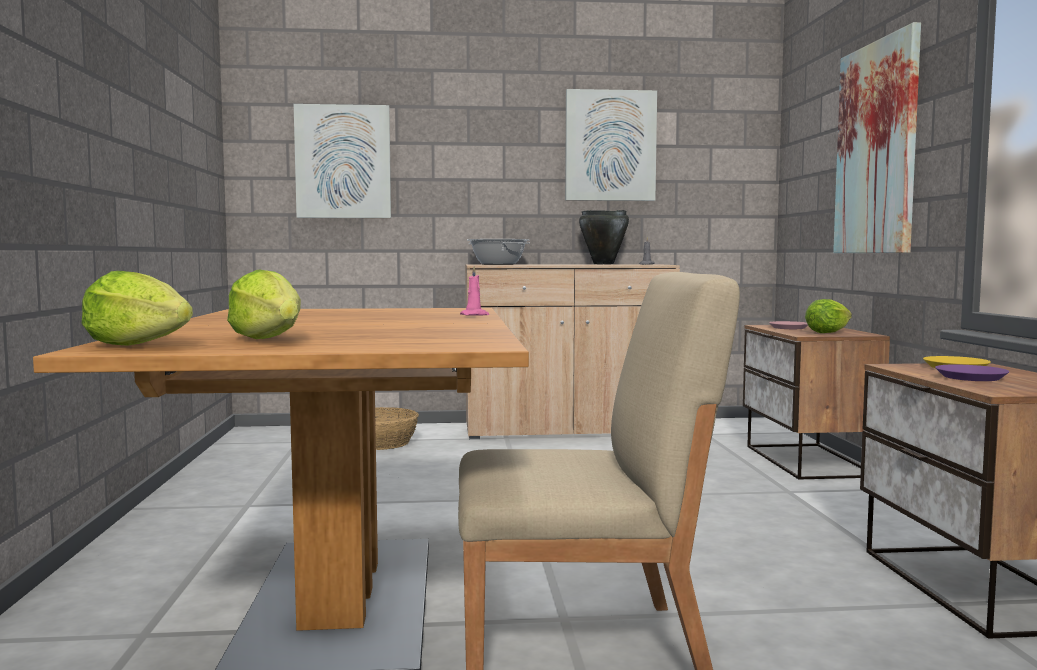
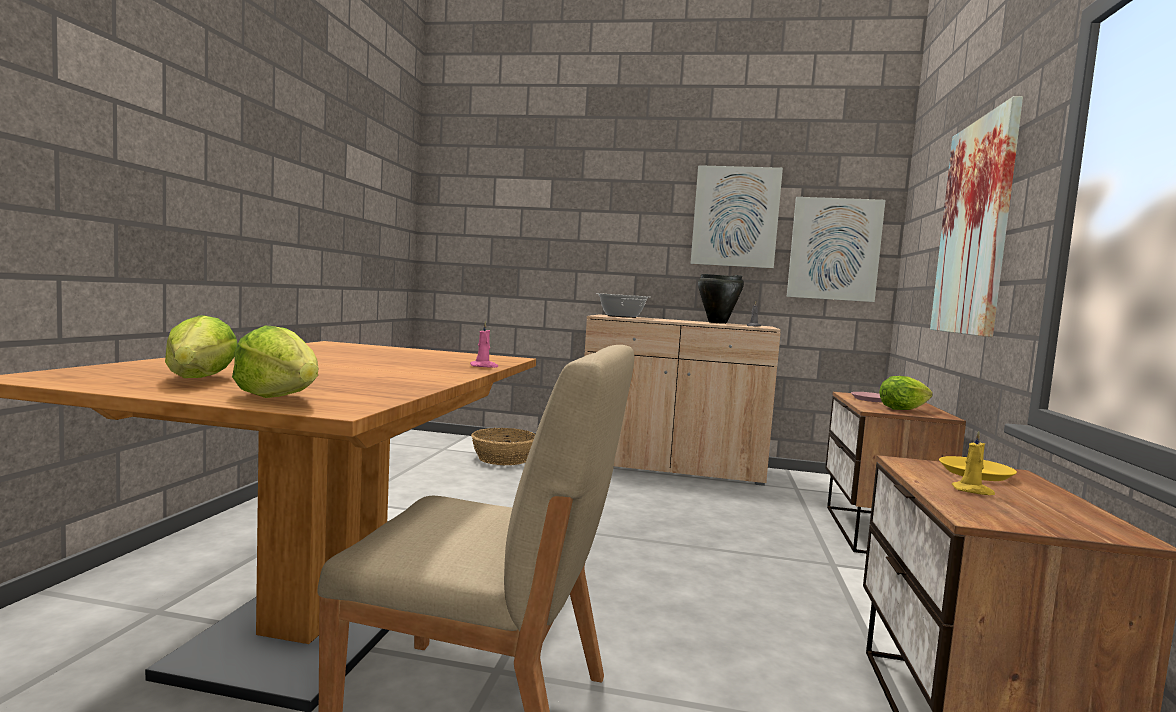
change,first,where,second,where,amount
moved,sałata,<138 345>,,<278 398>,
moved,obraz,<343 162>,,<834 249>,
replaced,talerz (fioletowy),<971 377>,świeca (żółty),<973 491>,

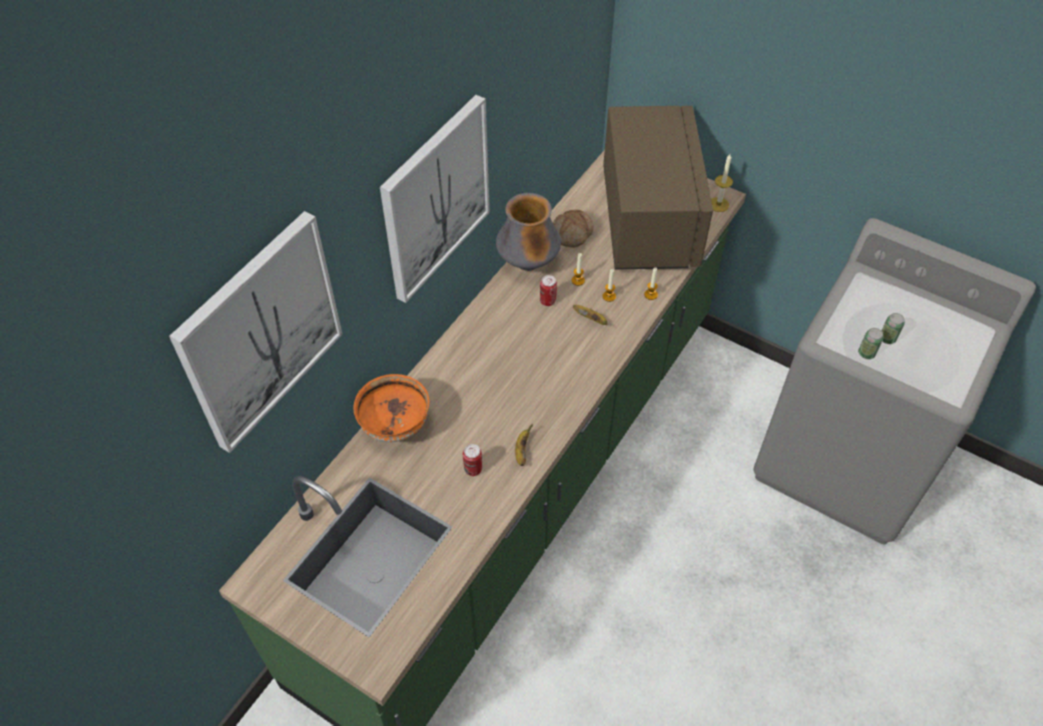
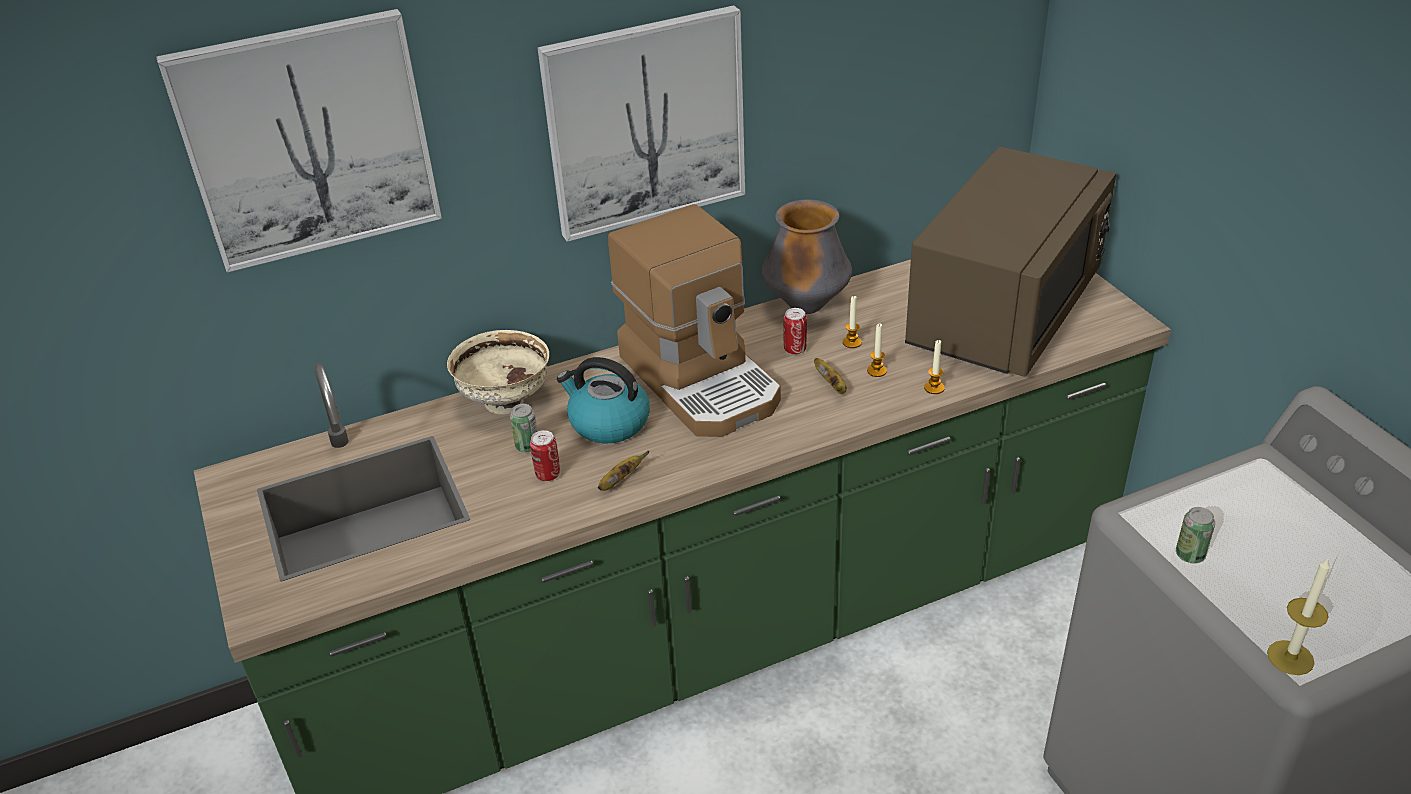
change,first,where,second,where,amount
recoloured,miska (pomarańczowy),<395 427>,miska (beżowy),<505 401>,
removed,chleb,<572 234>,,,
moved,świeca,<718 204>,,<1290 657>,
moved,puszka,<887 338>,,<527 446>,
added,,,czajnik,<608 423>,
added,,,ekspres do kawy,<702 379>,

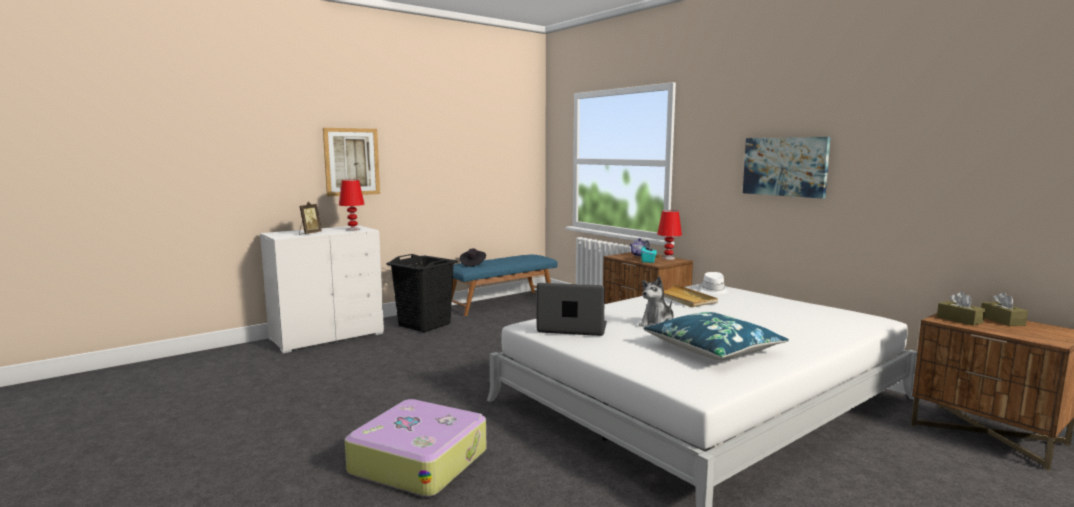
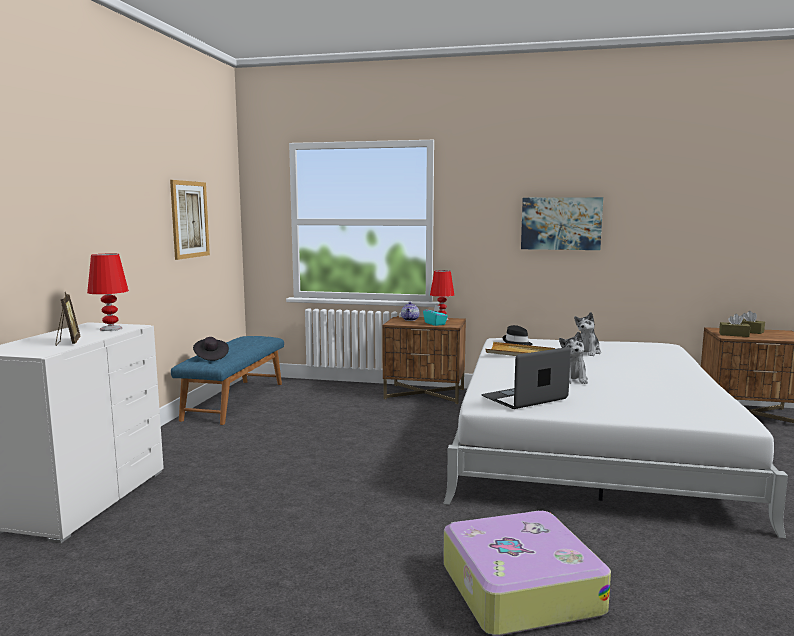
change,first,where,second,where,amount
moved,obraz,<352 161>,,<189 219>,
removed,kosz na pranie (czarny),<424 325>,,,
removed,poduszka (niebieski),<713 349>,,,
recoloured,kapelusz (biały),<713 290>,kapelusz (czarny),<517 342>,
added,,,pluszak,<587 352>,

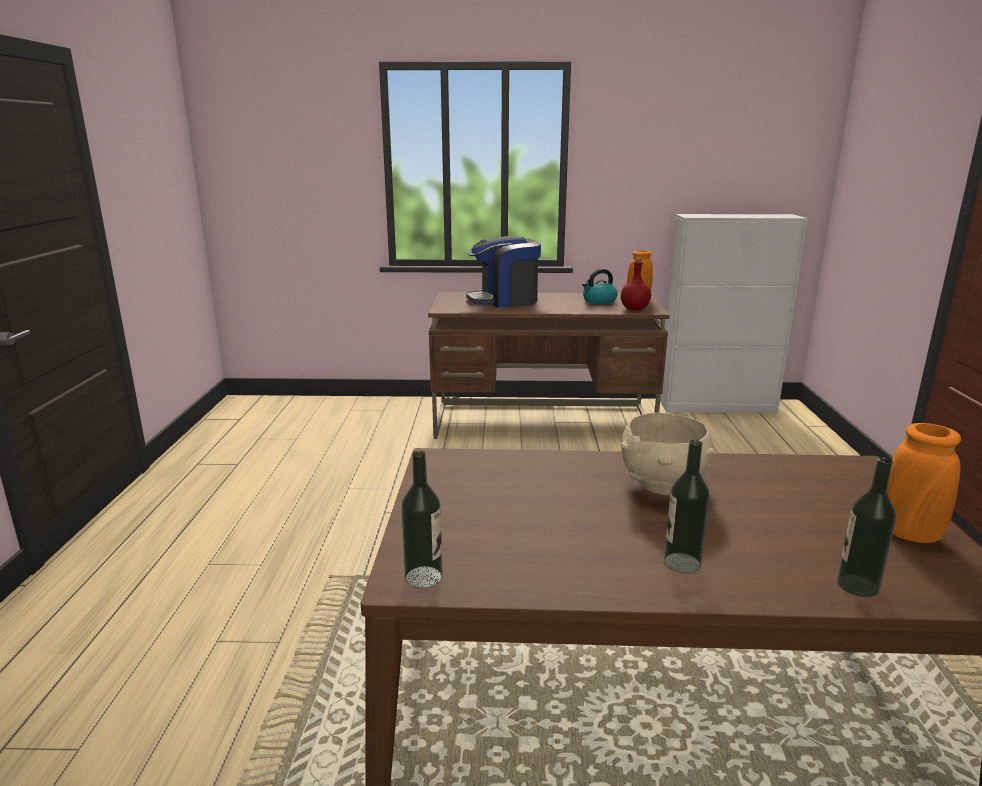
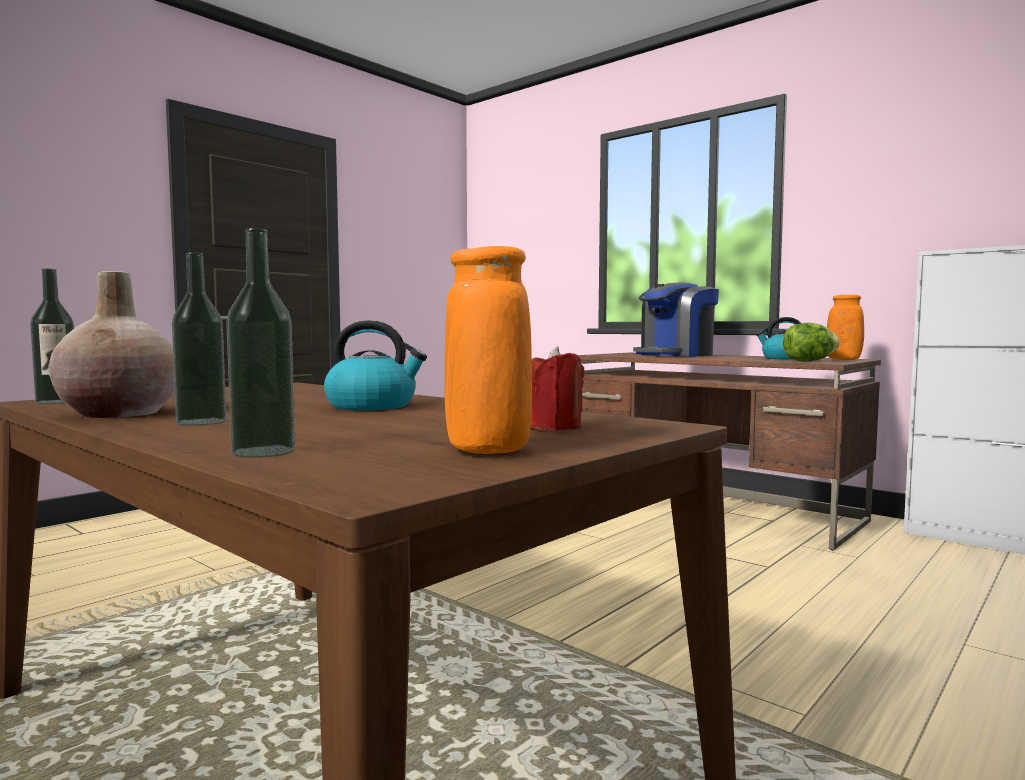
change,first,where,second,where,amount
turned,ekspres do kawy,<504 300>,,<675 355>,60 degrees counterclockwise
replaced,miska (beżowy),<662 488>,czajnik,<373 406>,
replaced,butelka (czerwony),<634 309>,sałata,<809 361>,
added,,,wazon (beżowy),<121 413>,
added,,,świeca (czerwony),<554 427>,

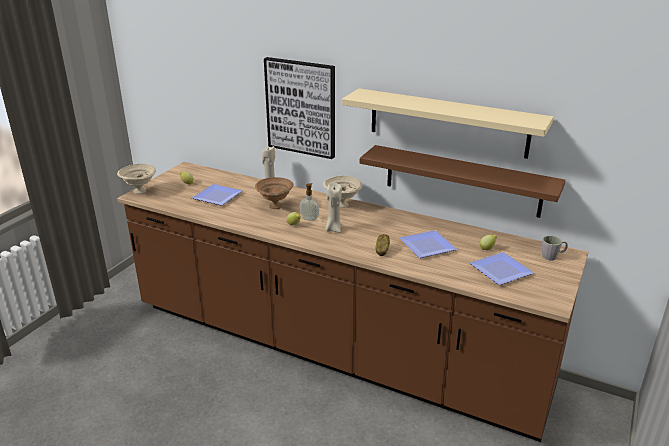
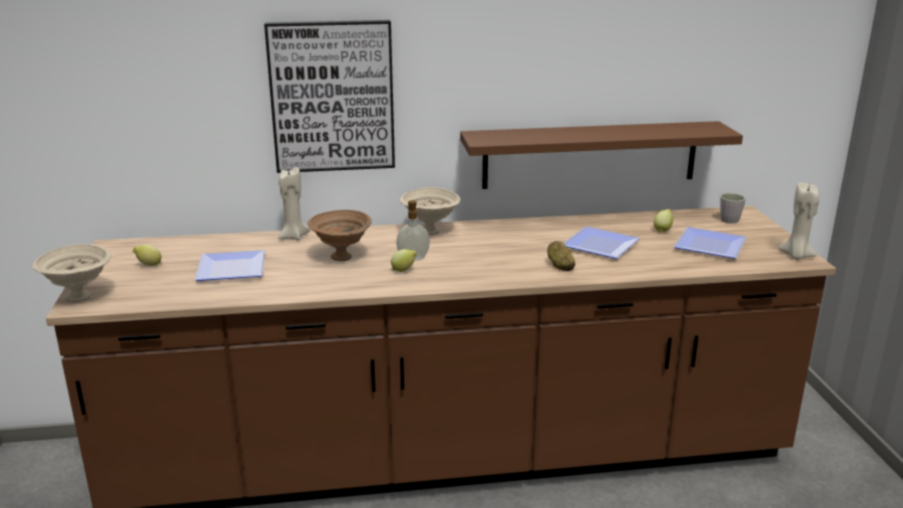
change,first,where,second,where,amount
moved,świeca (beżowy),<333 229>,,<796 256>,
removed,półka (beżowy),<448 123>,,,

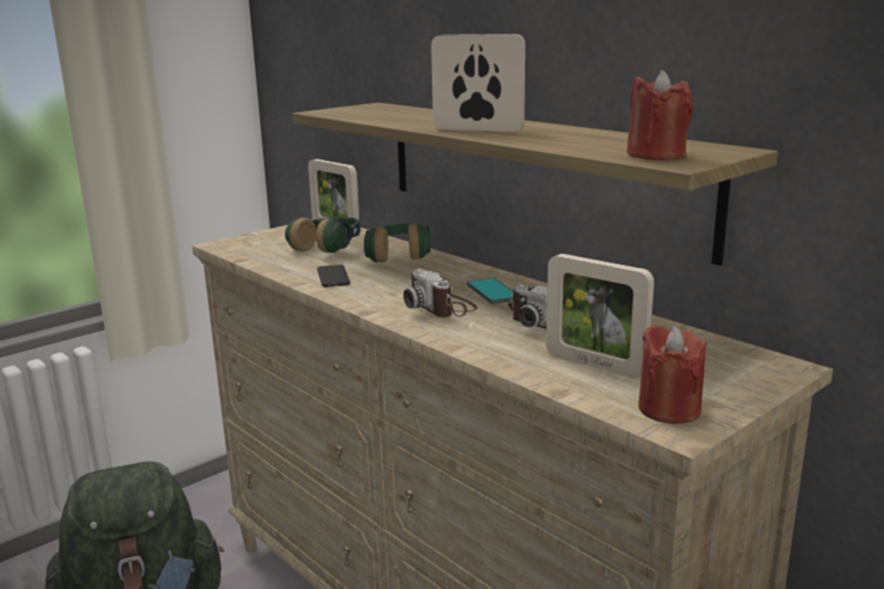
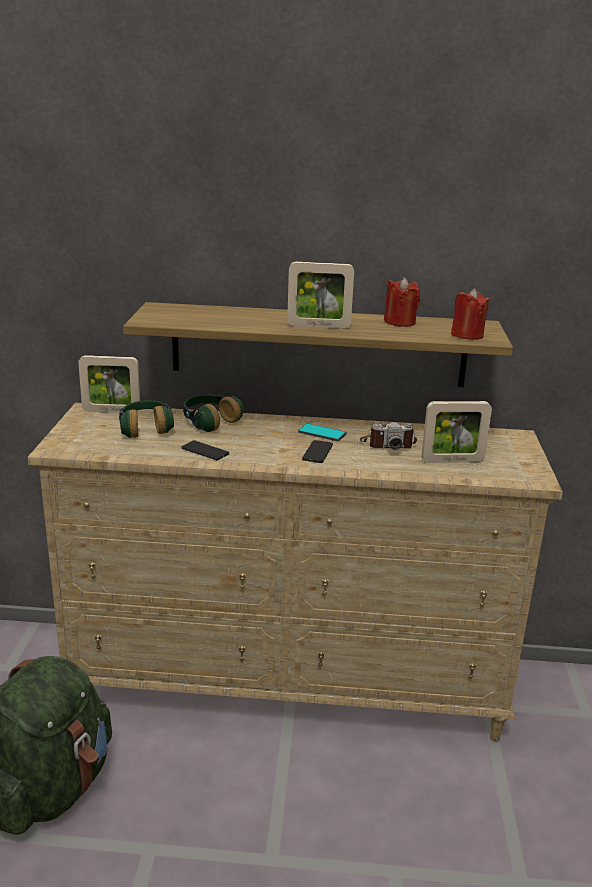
change,first,where,second,where,amount
replaced,aparat fotograficzny,<442 307>,telefon,<317 452>,
turned,ramka na zdjęcie,<478 130>,,<318 326>,150 degrees counterclockwise
moved,świeca (czerwony),<669 409>,,<400 322>,

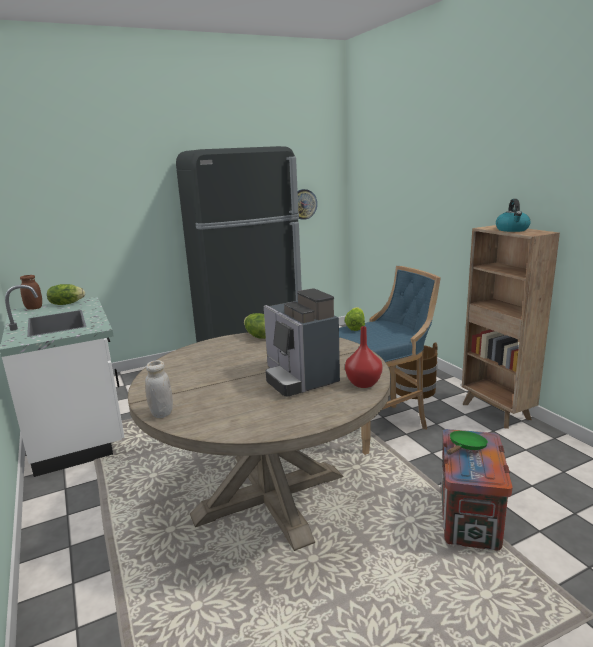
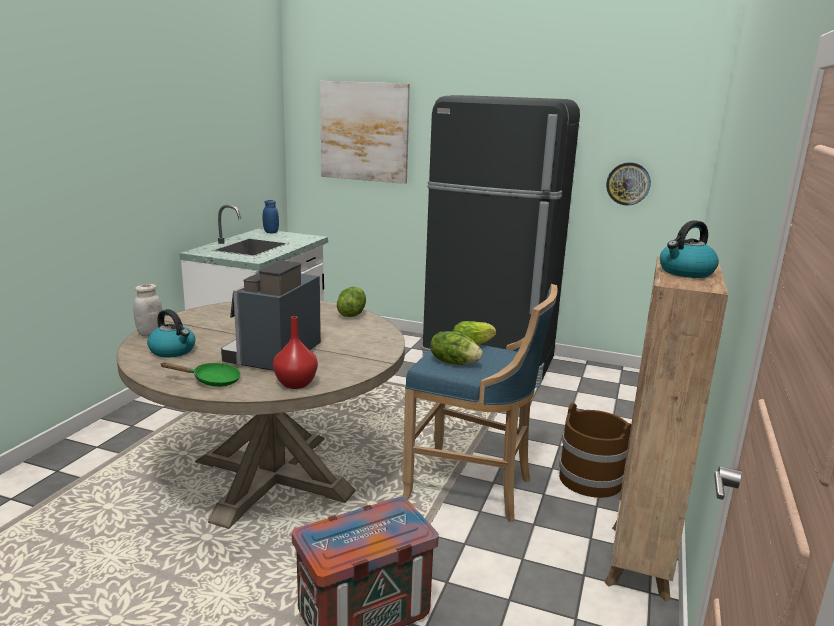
change,first,where,second,where,amount
recoloured,słoik (brązowy),<34 308>,słoik (niebieski),<271 232>,
moved,sałata,<66 304>,,<454 362>,
moved,patelnia (zielony),<466 447>,,<211 381>,
added,,,czajnik,<173 351>,
added,,,obraz,<364 132>,

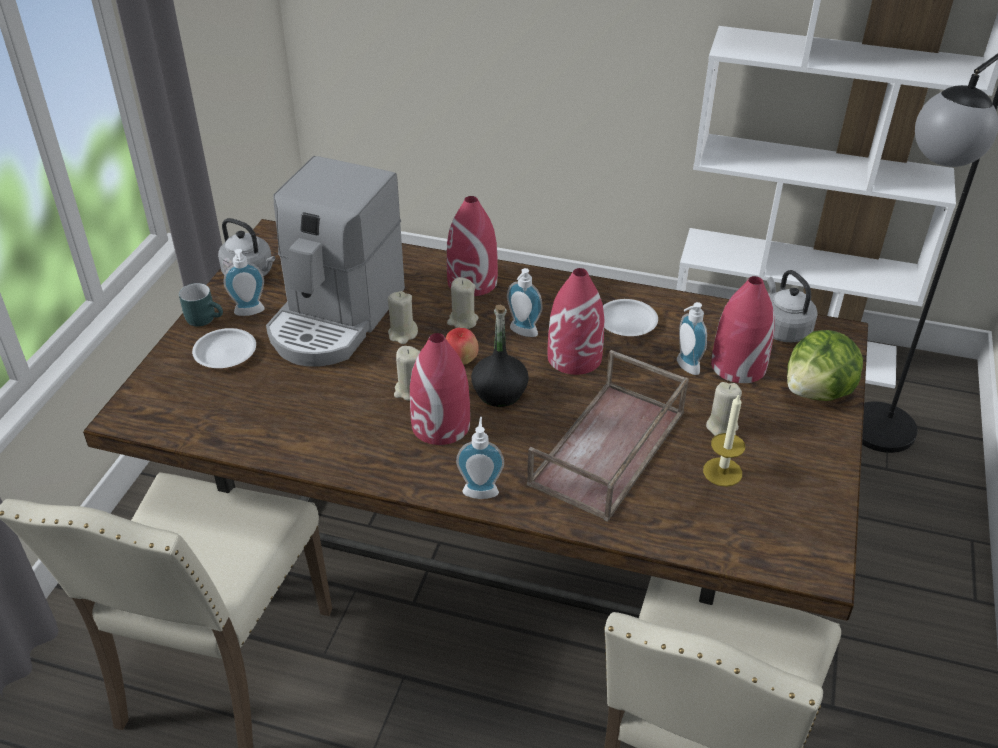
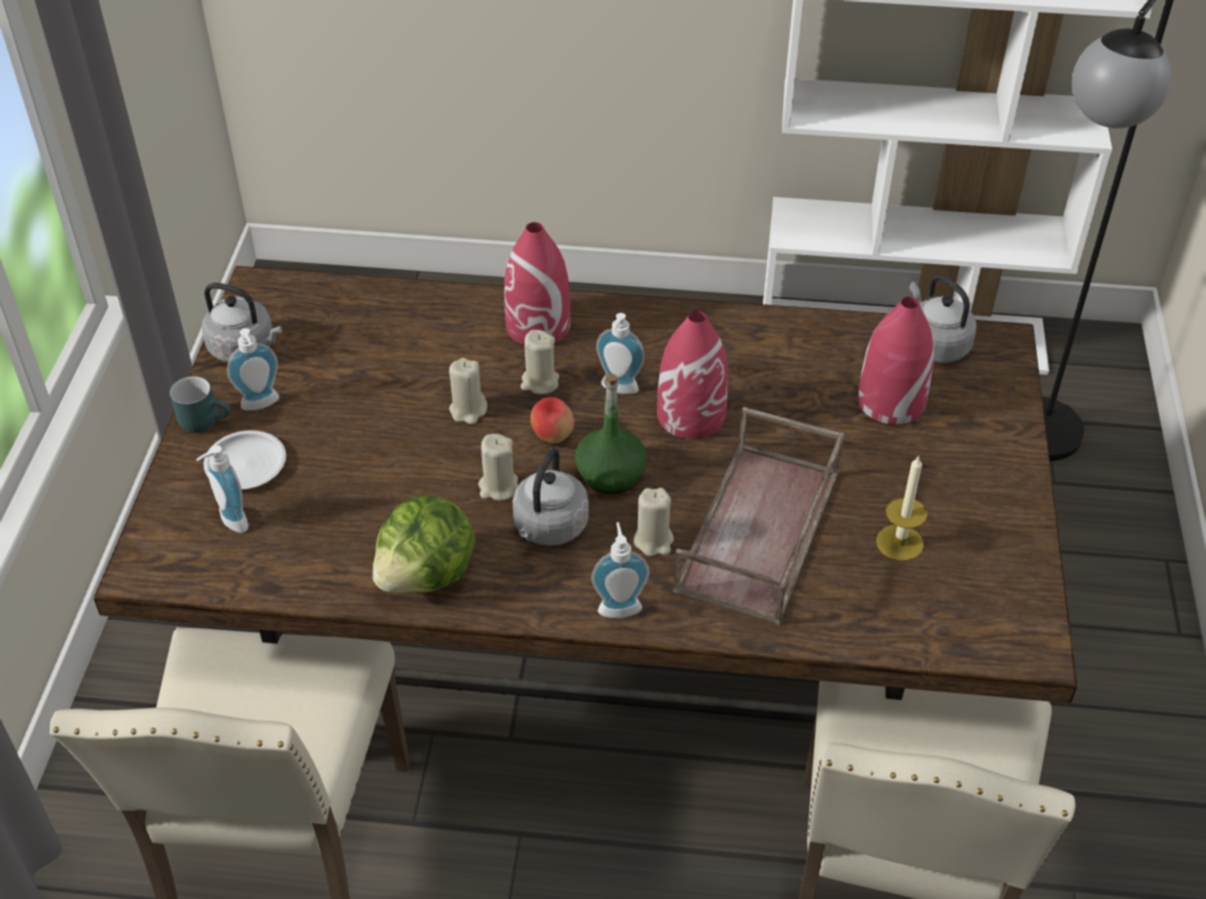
change,first,where,second,where,amount
removed,ekspres do kawy,<335 318>,,,
replaced,wazon (czerwony),<441 425>,czajnik (szary),<549 528>,
recoloured,butelka (czarny),<499 393>,butelka (zielony),<610 475>,
removed,talerz (biały),<626 322>,,,
moved,dozownik mydła,<685 367>,,<229 522>,
moved,świeca (beżowy),<722 427>,,<653 540>,
moved,sałata,<817 392>,,<428 575>,

